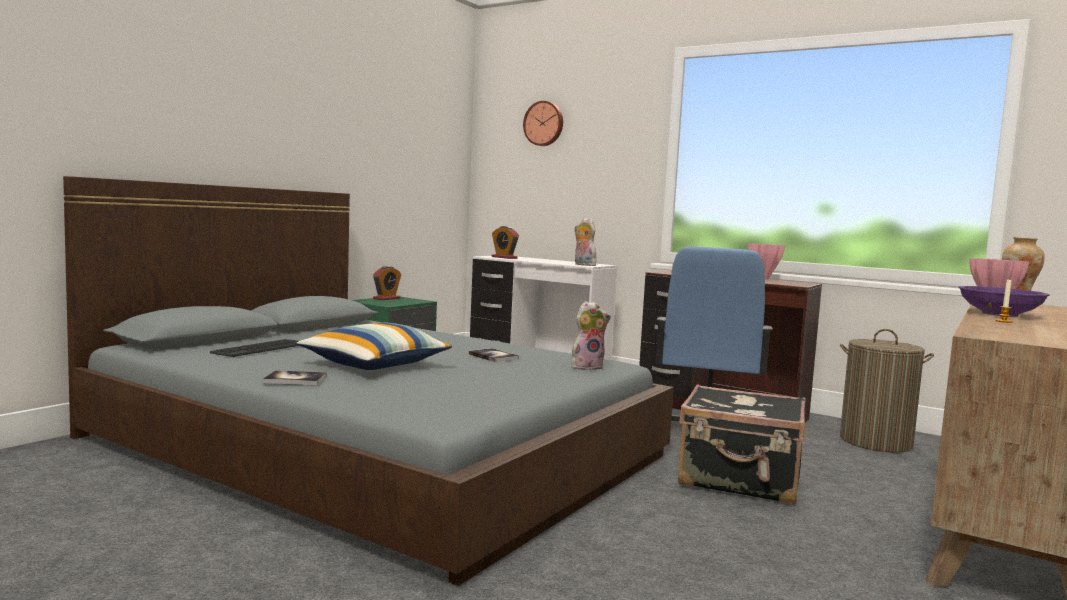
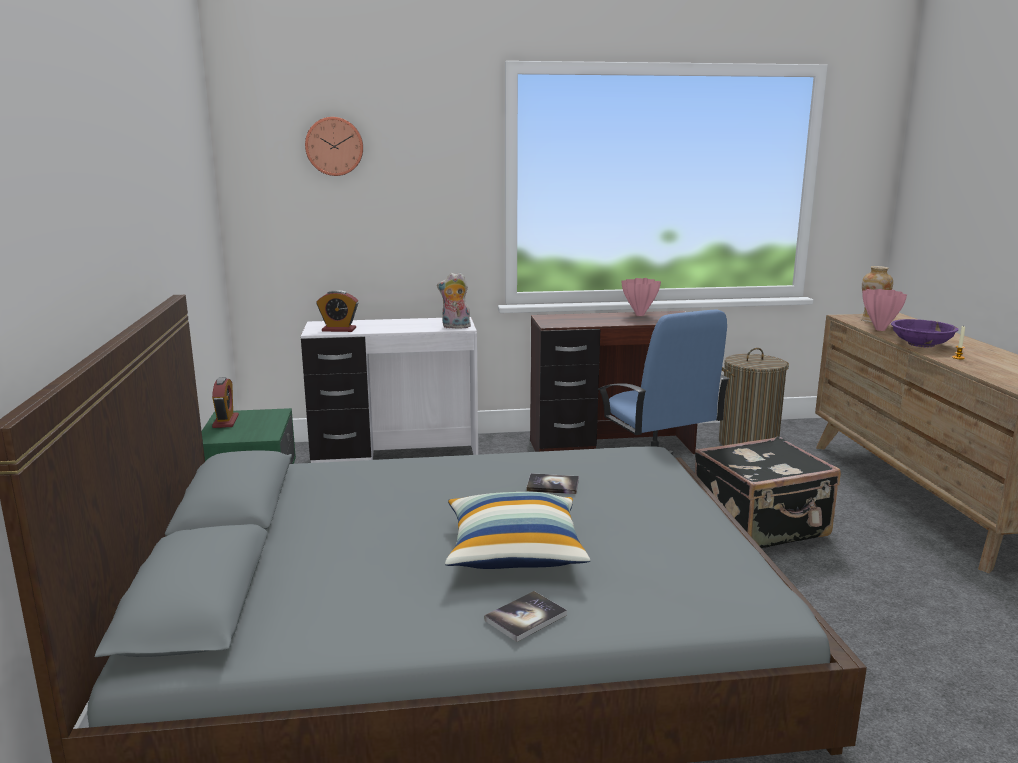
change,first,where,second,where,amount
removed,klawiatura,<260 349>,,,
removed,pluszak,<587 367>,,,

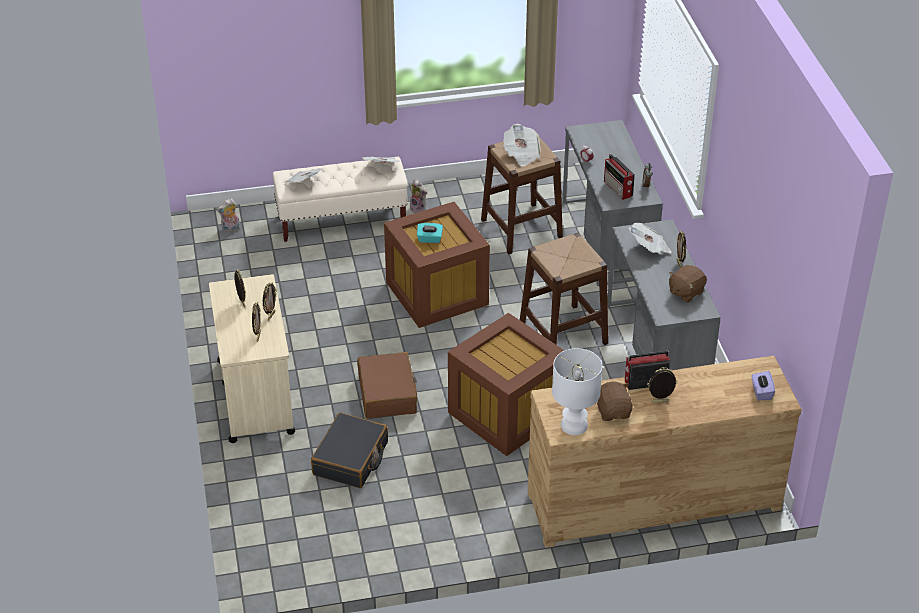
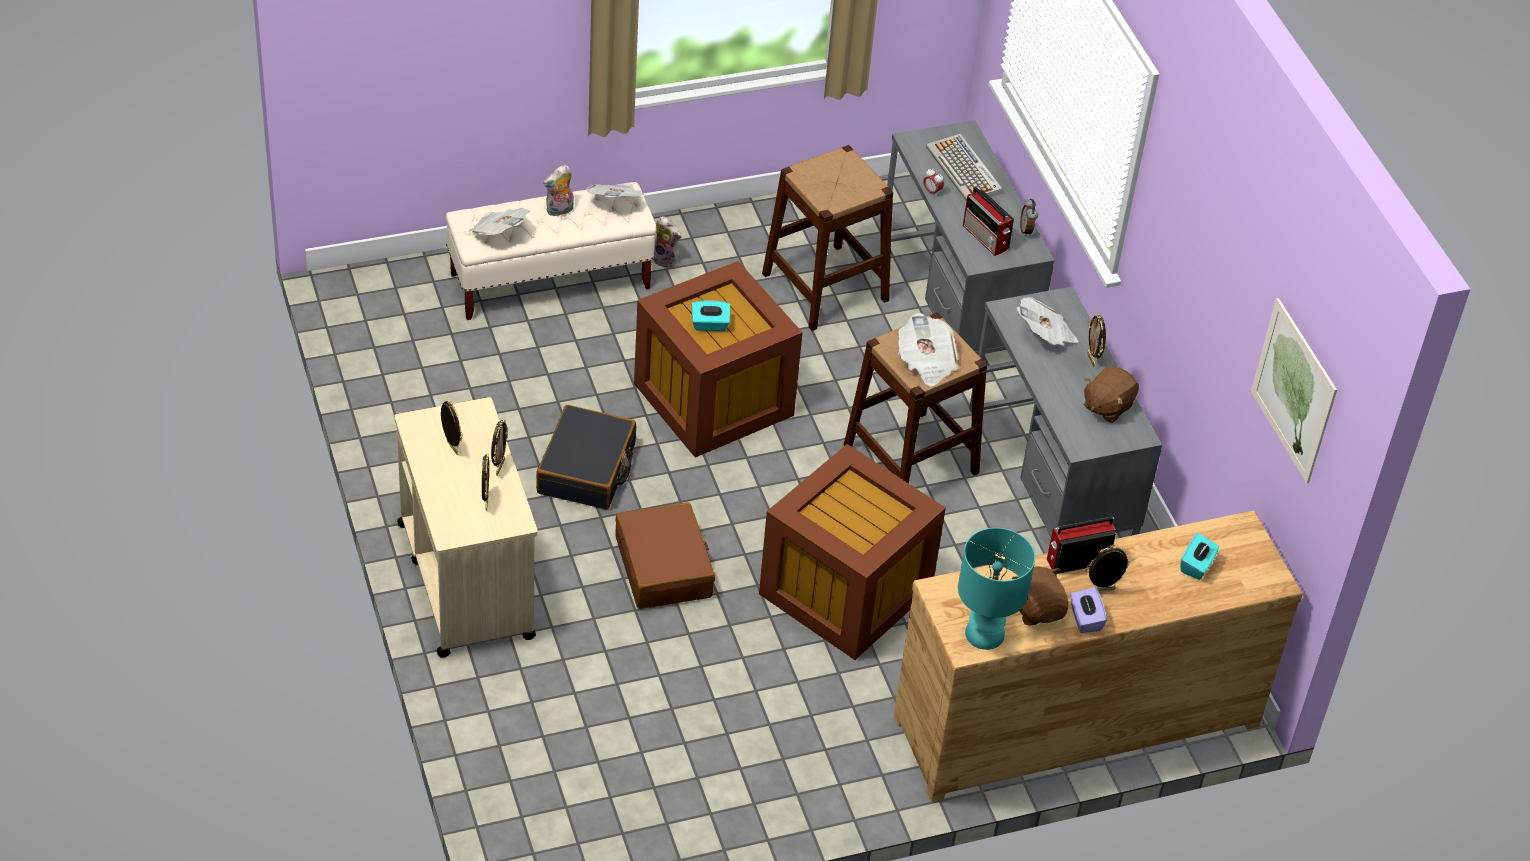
change,first,where,second,where,amount
moved,pluszak,<230 229>,,<560 211>,
moved,walizka (czarny),<351 459>,,<587 469>,
moved,gazeta,<521 154>,,<926 362>,
recoloured,lampa stołowa (biały),<574 426>,lampa stołowa (turkusowy),<984 635>,
moved,pudełko chusteczek (fioletowy),<761 392>,,<1085 619>,
added,,,klawiatura,<965 170>,
added,,,pudełko chusteczek (turkusowy),<1197 566>,
added,,,obraz,<1293 390>,

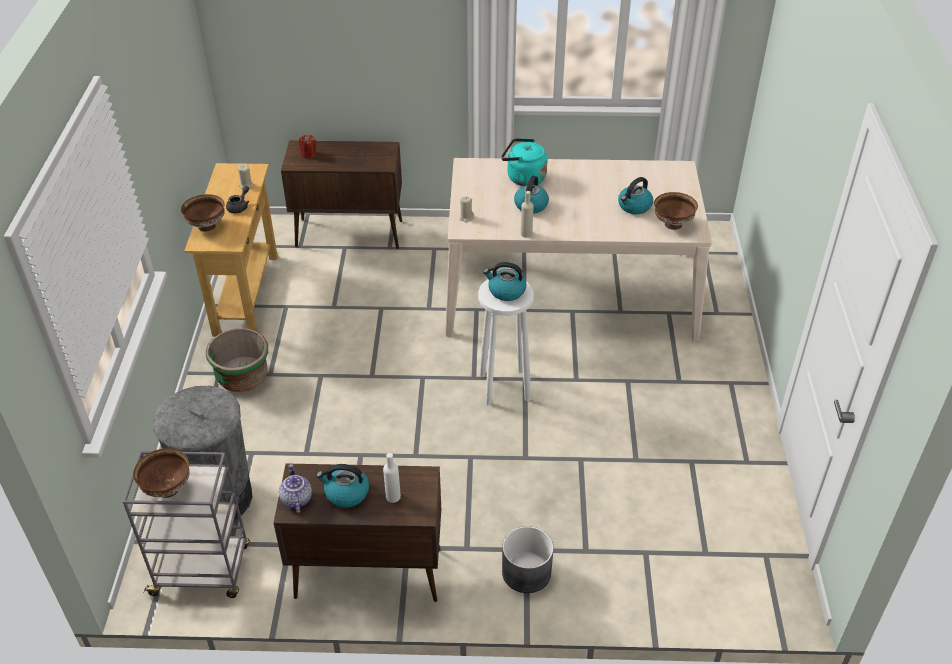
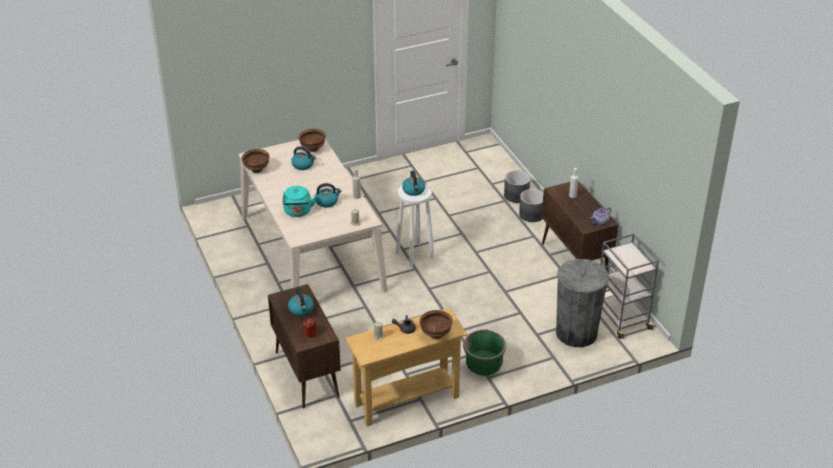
change,first,where,second,where,amount
moved,miska (brązowy),<167 489>,,<257 170>,
moved,czajnik,<346 493>,,<301 309>,
added,,,donica (szary),<516 195>,

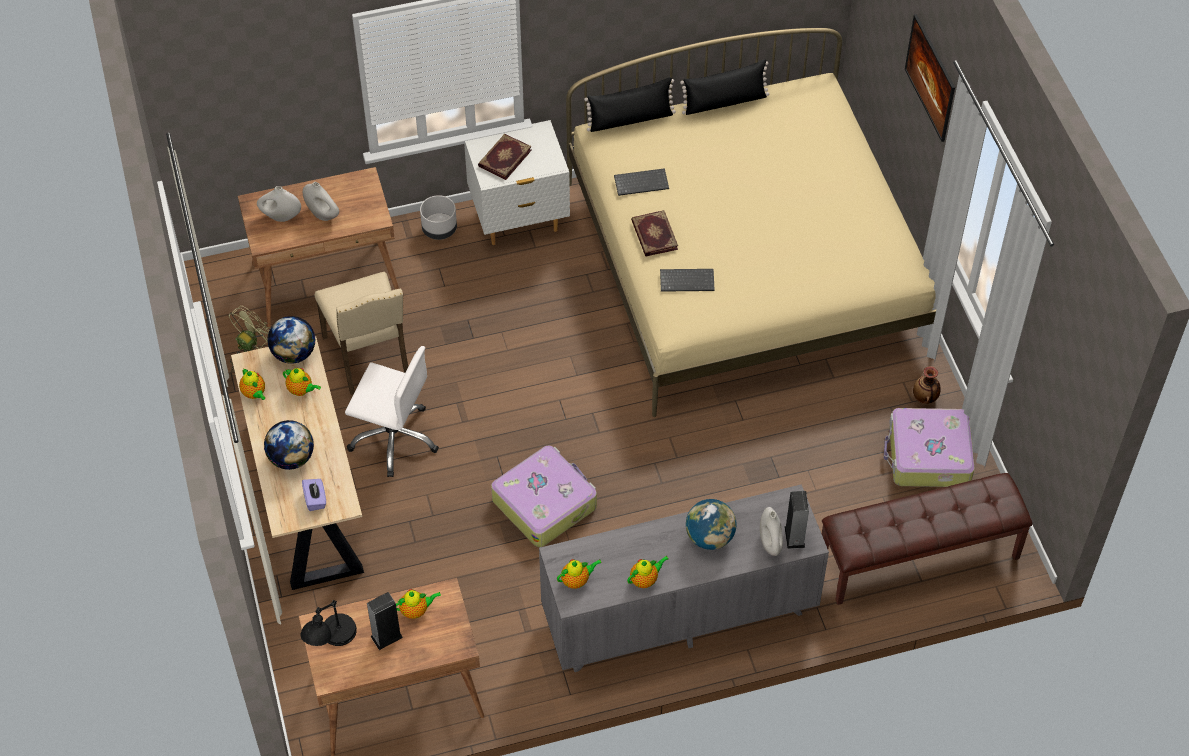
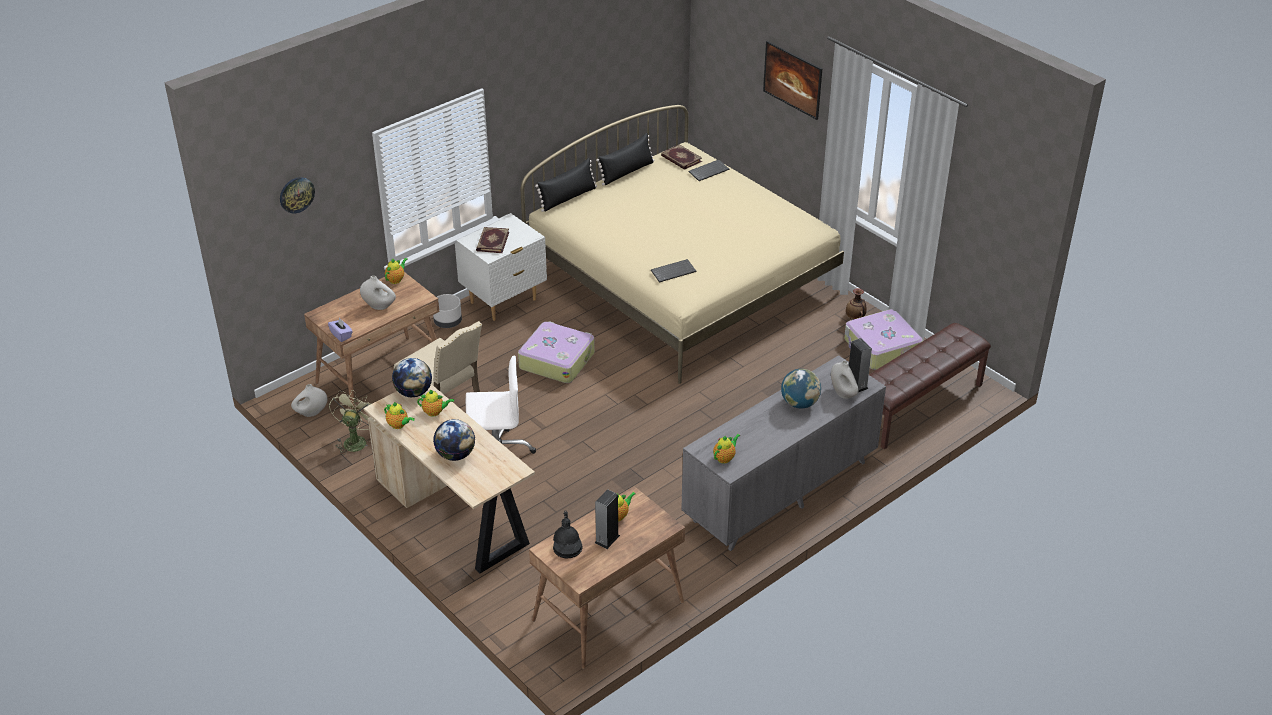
change,first,where,second,where,amount
moved,wazon (biały),<281 217>,,<311 413>,
moved,pudełko chusteczek (fioletowy),<315 499>,,<341 335>,
moved,walizka,<544 503>,,<557 360>,
moved,klawiatura,<642 182>,,<708 171>,
moved,imbryk,<645 580>,,<396 279>,
moved,książka,<653 235>,,<681 159>,
added,,,zegar ścienny,<296 194>,

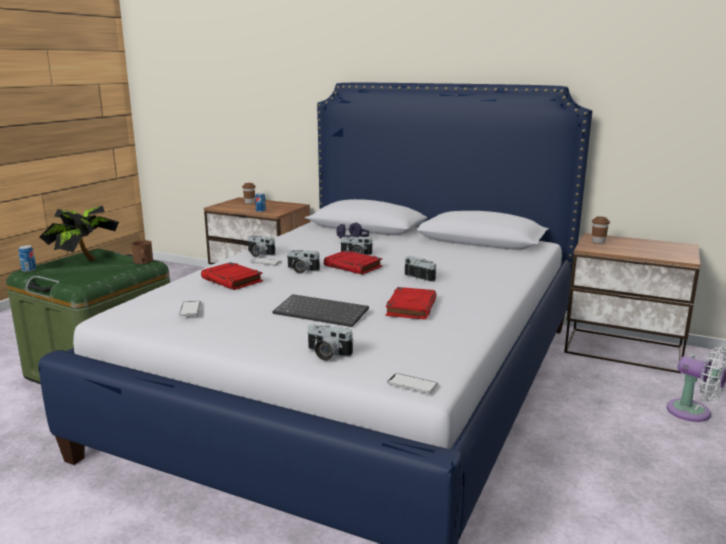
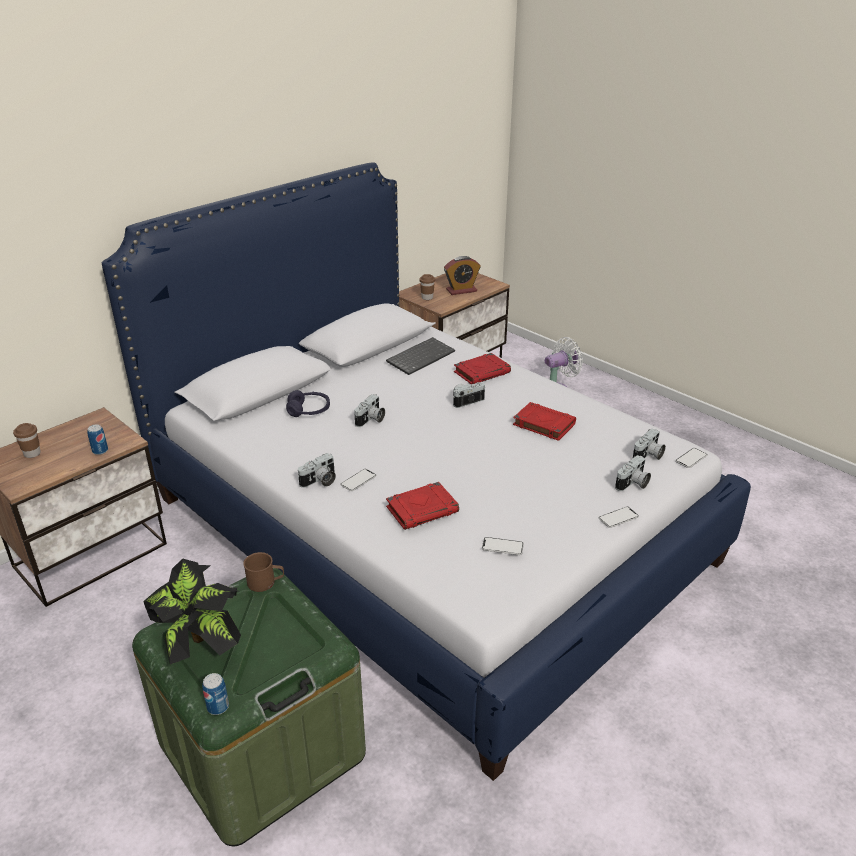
change,first,where,second,where,amount
moved,klawiatura,<322 312>,,<420 357>,
moved,aparat fotograficzny,<301 270>,,<648 456>,
moved,książka (czerwony),<353 266>,,<482 372>,
added,,,budzik,<461 290>,
added,,,telefon,<618 518>,

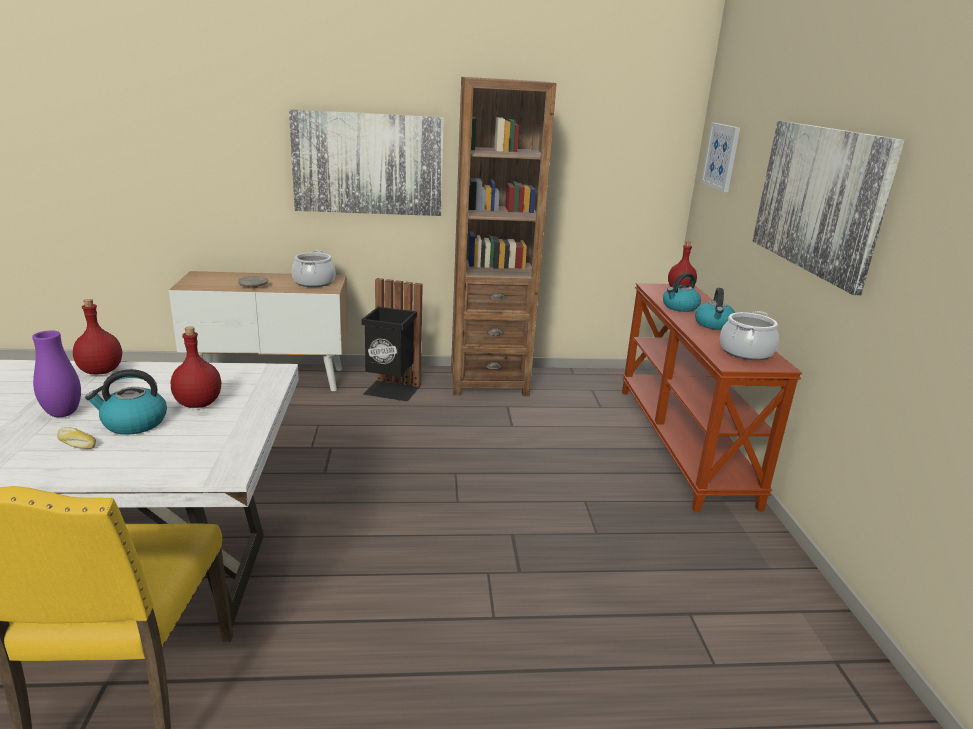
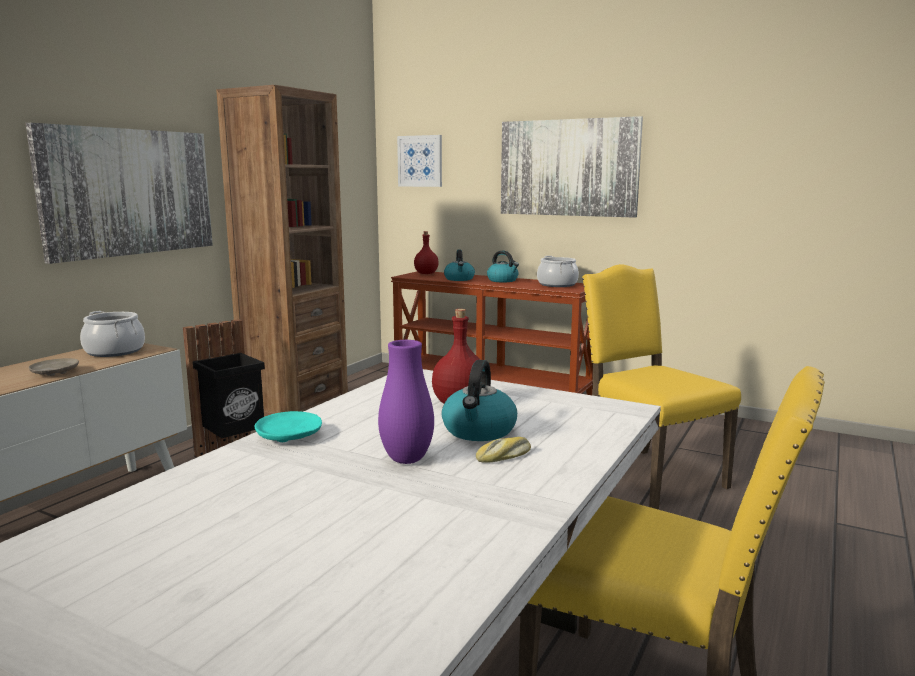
change,first,where,second,where,amount
replaced,butelka (czerwony),<100 371>,talerz (turkusowy),<289 436>,
added,,,krzesło (żółty),<648 476>,

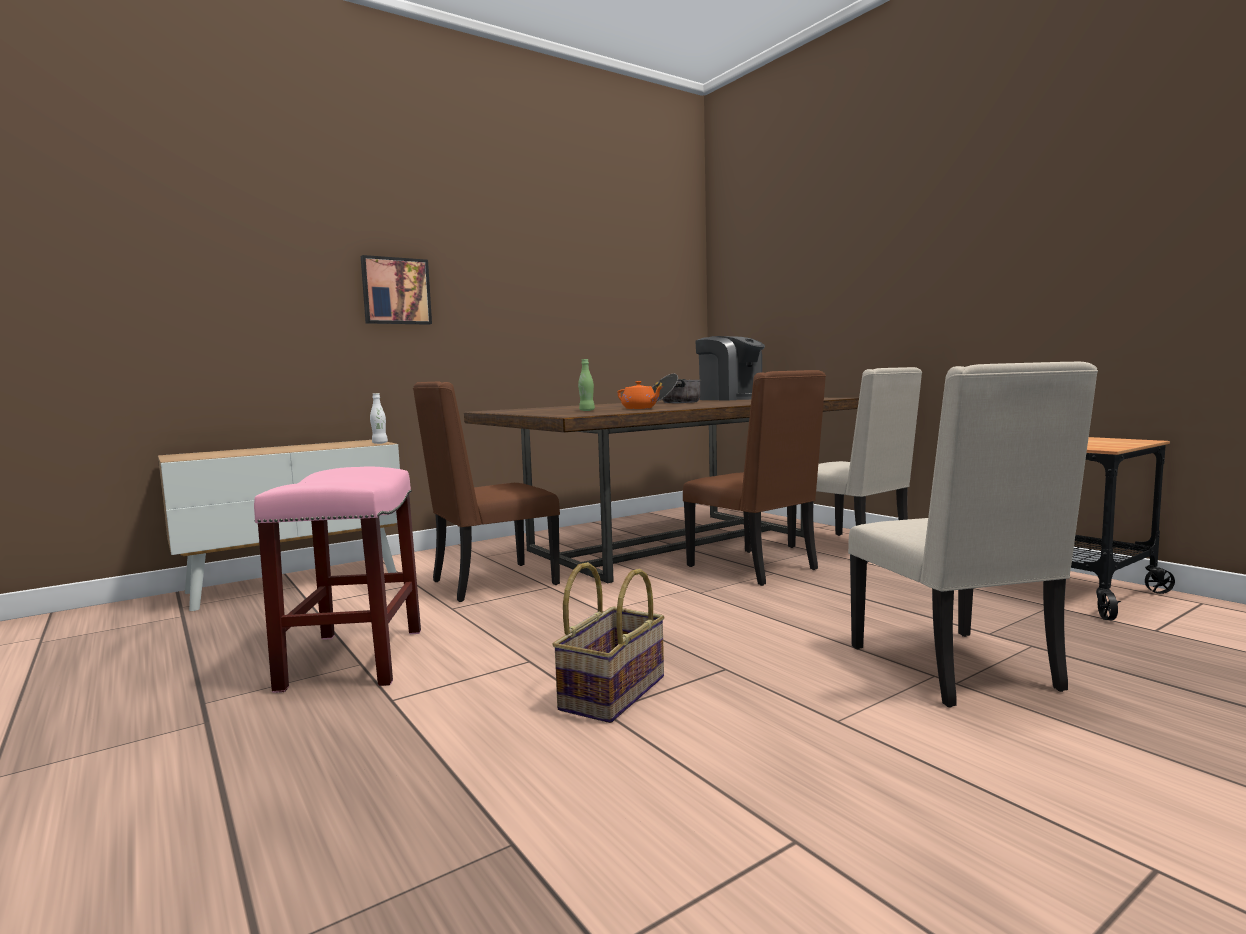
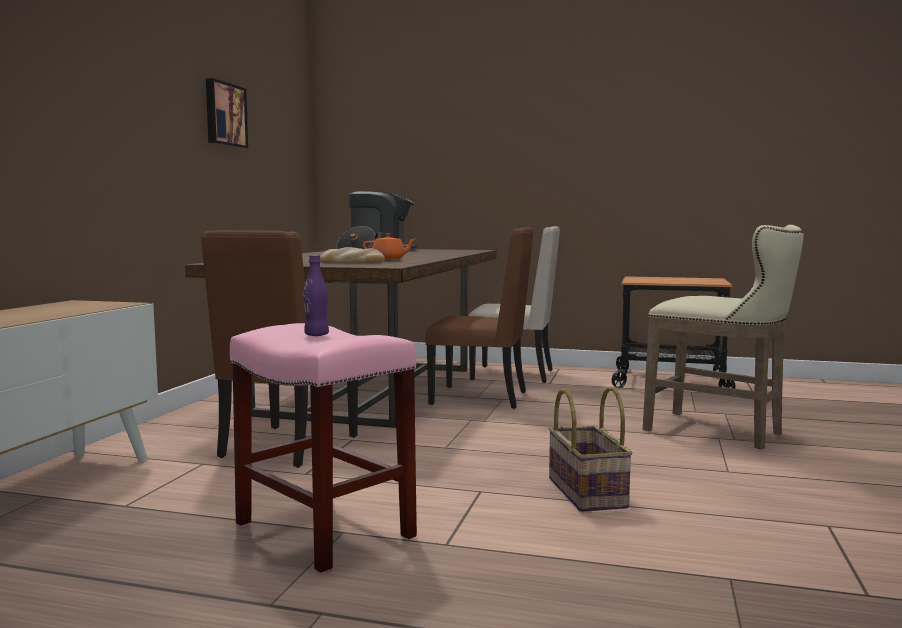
change,first,where,second,where,amount
moved,obraz,<396 291>,,<224 115>,
removed,butelka (biały),<379 443>,,,
replaced,butelka (zielony),<587 410>,chleb,<352 262>,
replaced,krzesło (beżowy),<957 669>,stołek (beżowy),<720 432>,
added,,,butelka (fioletowy),<316 335>,

